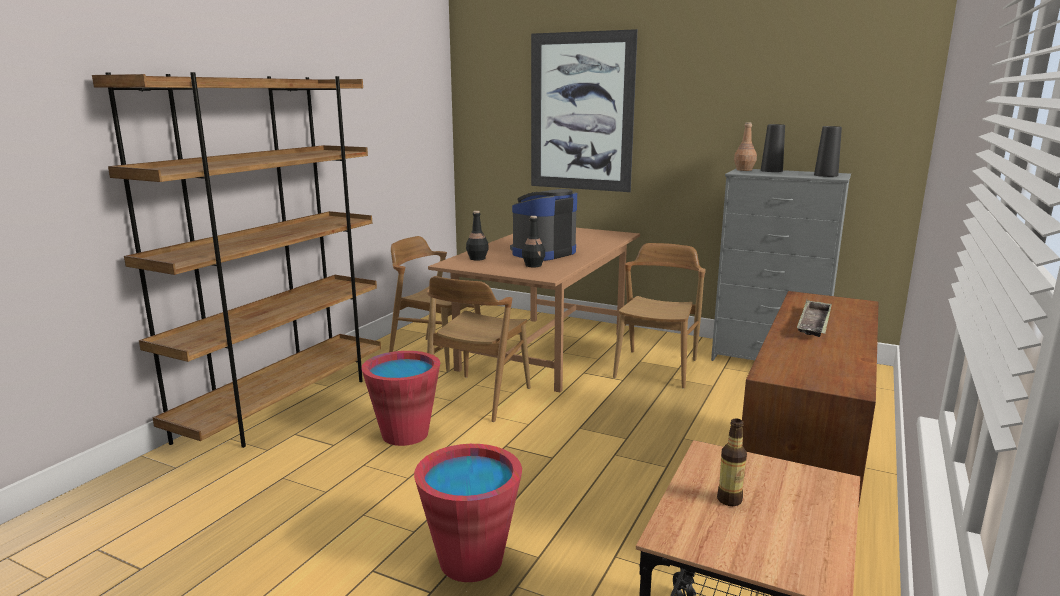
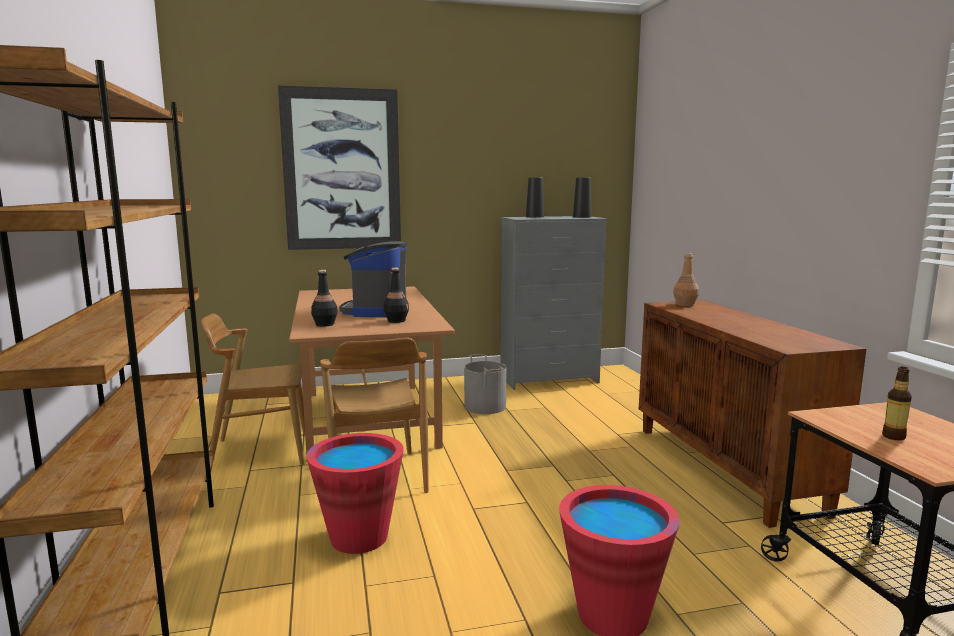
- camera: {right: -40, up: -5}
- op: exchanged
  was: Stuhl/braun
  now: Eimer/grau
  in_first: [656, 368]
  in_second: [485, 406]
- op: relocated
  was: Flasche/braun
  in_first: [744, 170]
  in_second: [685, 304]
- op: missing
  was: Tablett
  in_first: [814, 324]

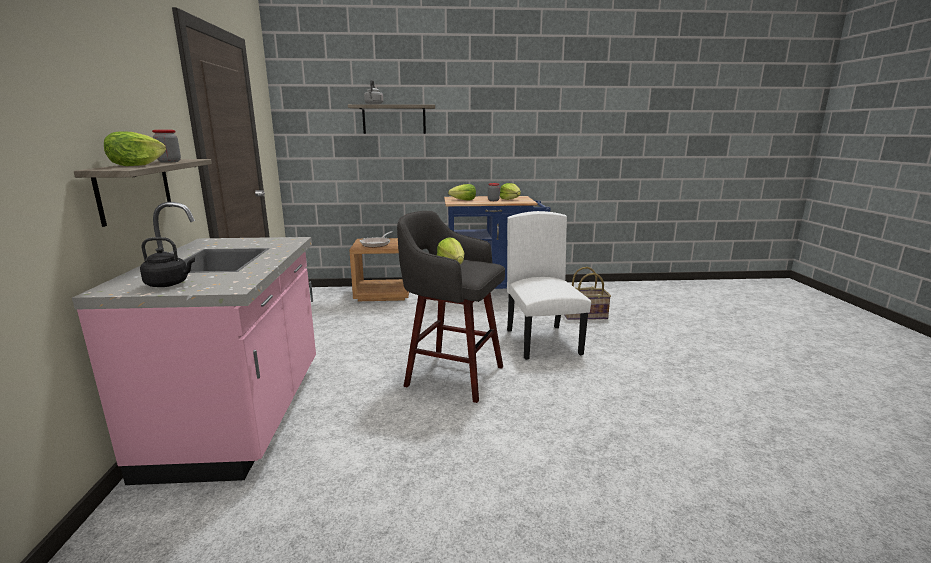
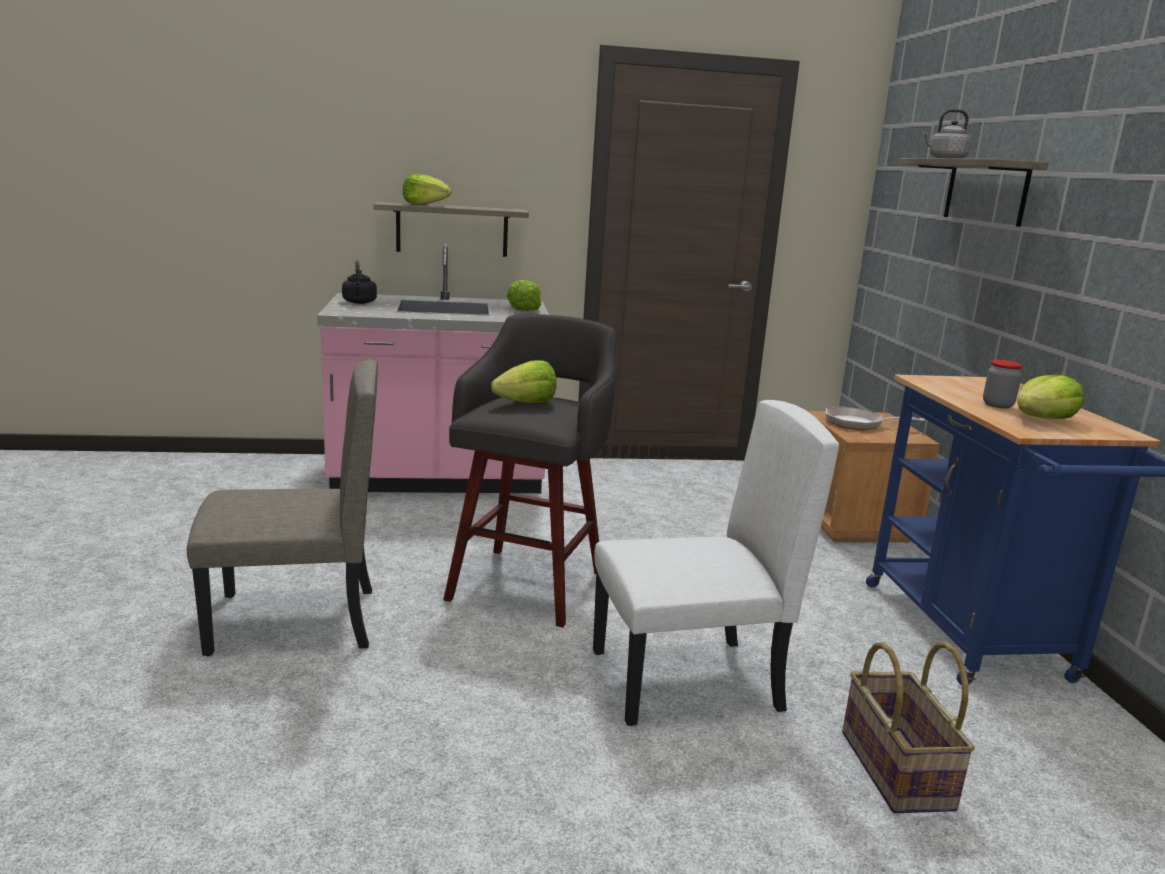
- camera: {right: 85, up: 0}
- op: appeared
  now: Stuhl/beige
  in_second: [294, 621]
- op: relocated
  was: Salatkopf
  in_first: [463, 200]
  in_second: [522, 309]
- op: missing
  was: Vorratsglas
  in_first: [169, 162]

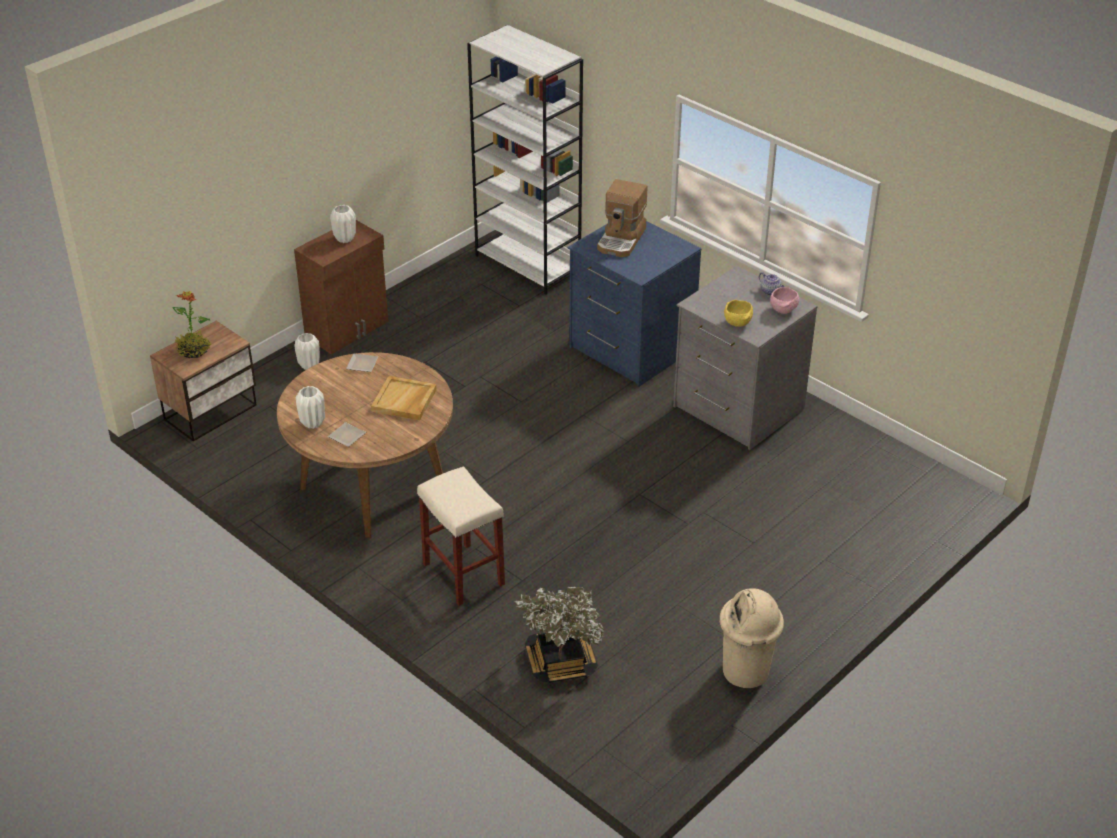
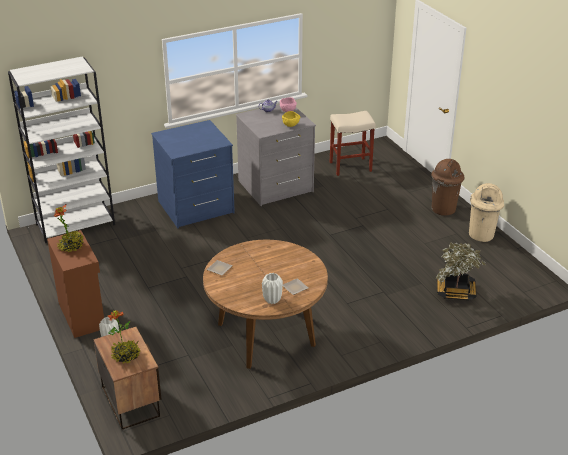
- camera: {right: -70, up: -5}
- op: exchanged
  was: Vase/weiß
  now: Topfpflanze
  in_first: [345, 239]
  in_second: [71, 246]
- op: relocated
  was: Hocker/beige
  in_first: [462, 574]
  in_second: [350, 167]
- op: appeared
  now: Mülleimer/braun
  in_second: [443, 209]
- op: missing
  was: Tablett/beige
  in_first: [404, 400]
- op: missing
  was: Kaffeemaschine
  in_first: [622, 239]

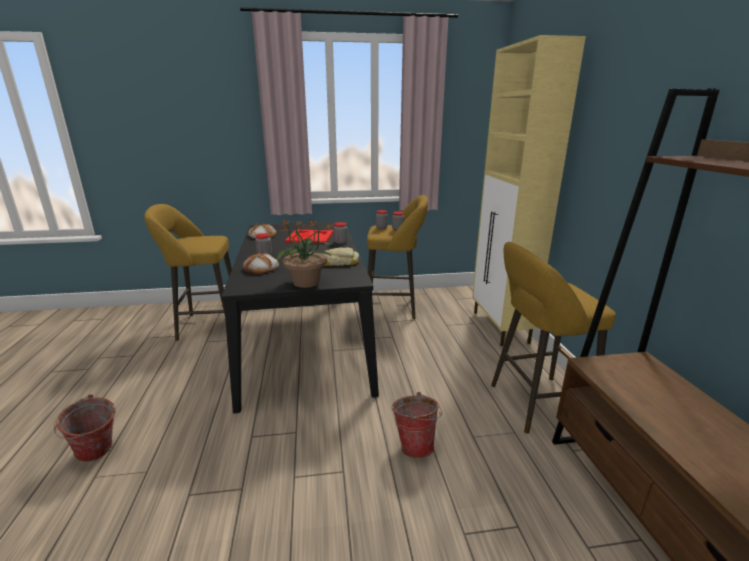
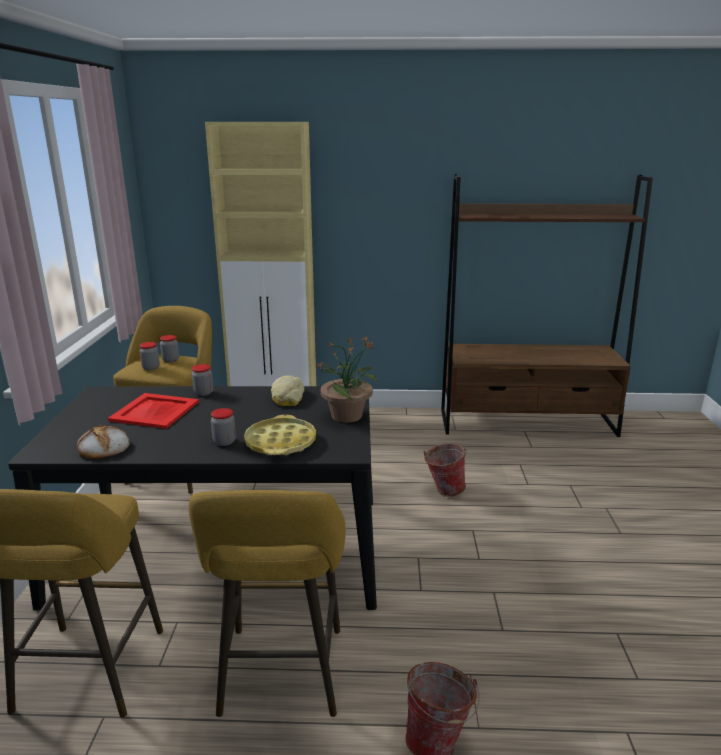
- camera: {right: -80, up: 0}
- op: relocated
  was: Hocker/gelb
  in_first: [534, 404]
  in_second: [281, 677]
- op: exchanged
  was: Brot
  now: Tablett/gelb
  in_first: [261, 268]
  in_second: [280, 442]

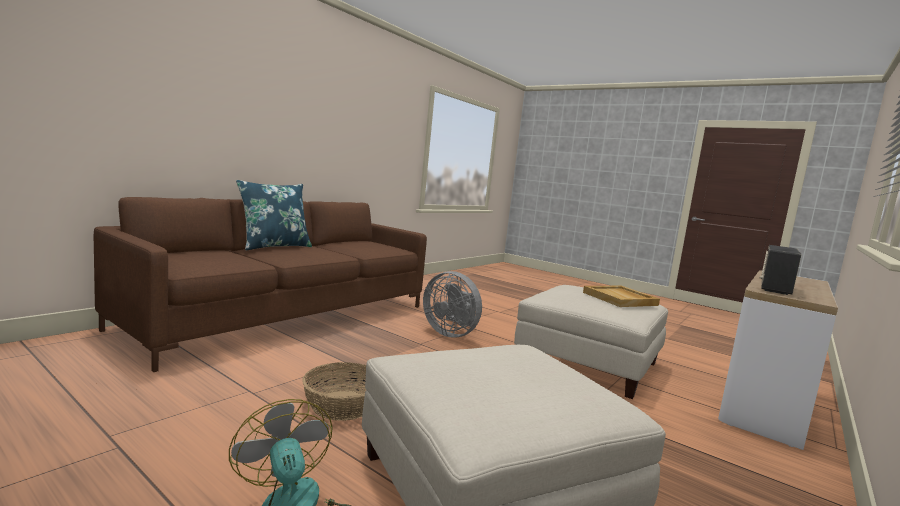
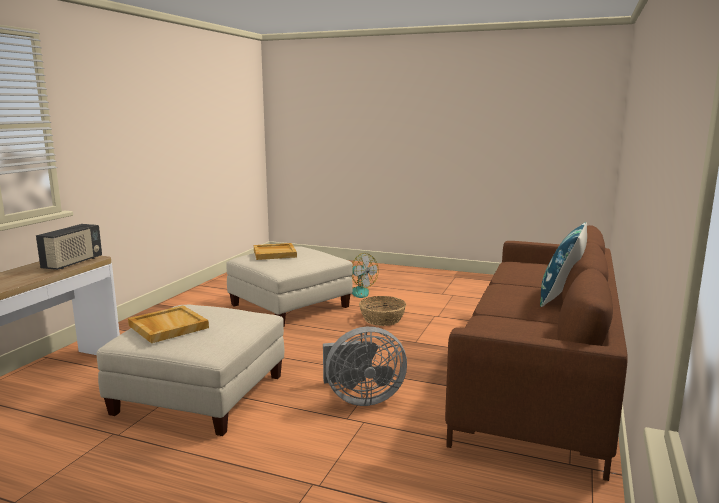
- camera: {right: 165, up: 5}
- op: appeared
  now: Tablett/beige
  in_second: [275, 253]
- op: spun
  was: Ventilator/grau
  in_first: [451, 333]
  in_second: [361, 398]
  clockwise: 150

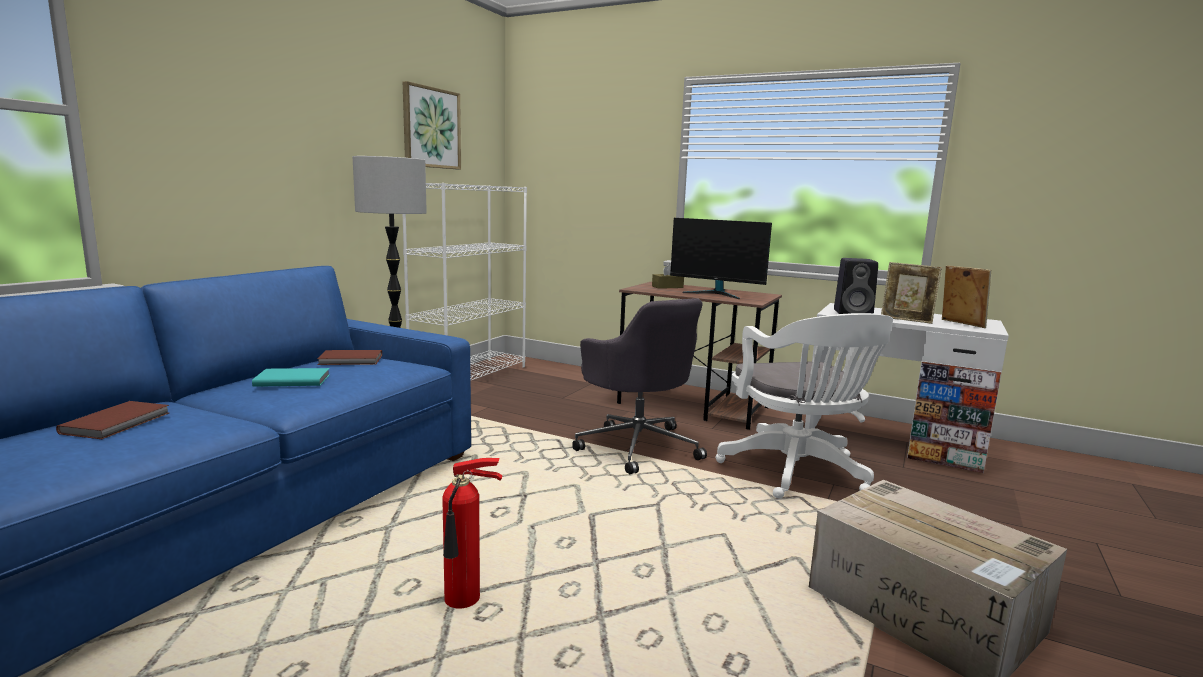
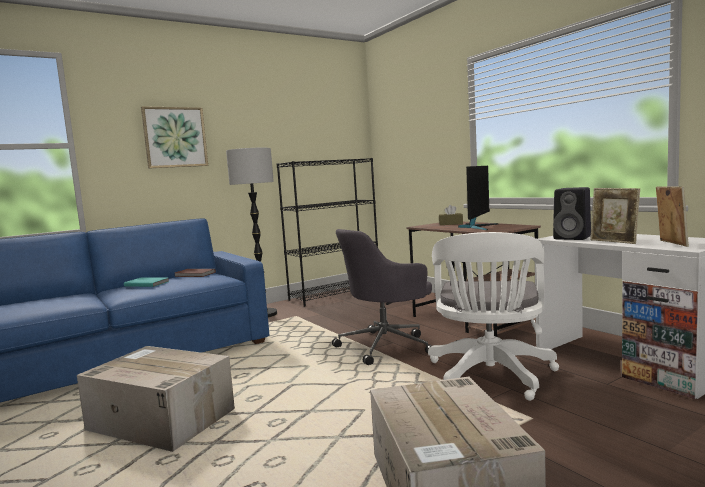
- camera: {right: 30, up: -5}
- op: exchanged
  was: Feuerlöscher
  now: Karton
  in_first: [464, 602]
  in_second: [160, 420]
- op: relocated
  was: Bild
  in_first: [431, 128]
  in_second: [175, 137]
- op: colour
  was: Bücherregal/weiß
  now: Bücherregal/schwarz
  in_first: [470, 376]
  in_second: [335, 294]
- op: spun
  was: Bürostuhl/grau
  in_first: [637, 446]
  in_second: [386, 346]
  clockwise: 60
- op: spun
  was: Monitor
  in_first: [716, 294]
  in_second: [477, 227]
  clockwise: -120
- op: missing
  was: Buch/braun
  in_first: [119, 422]

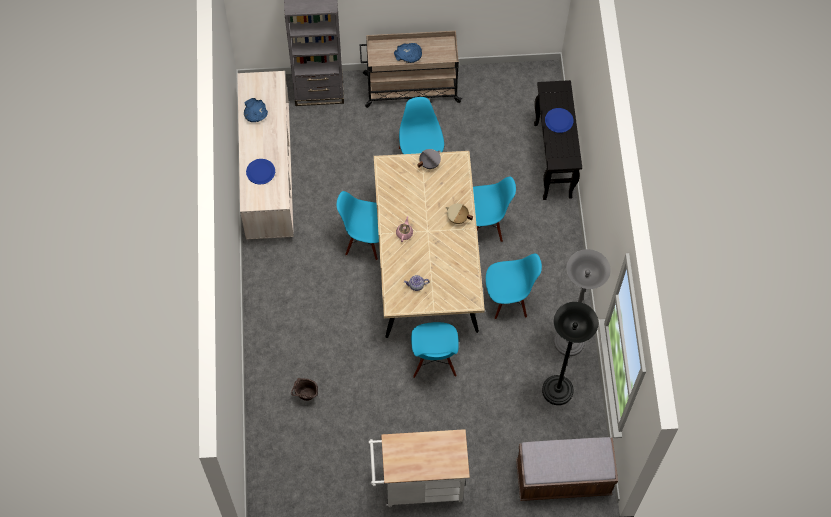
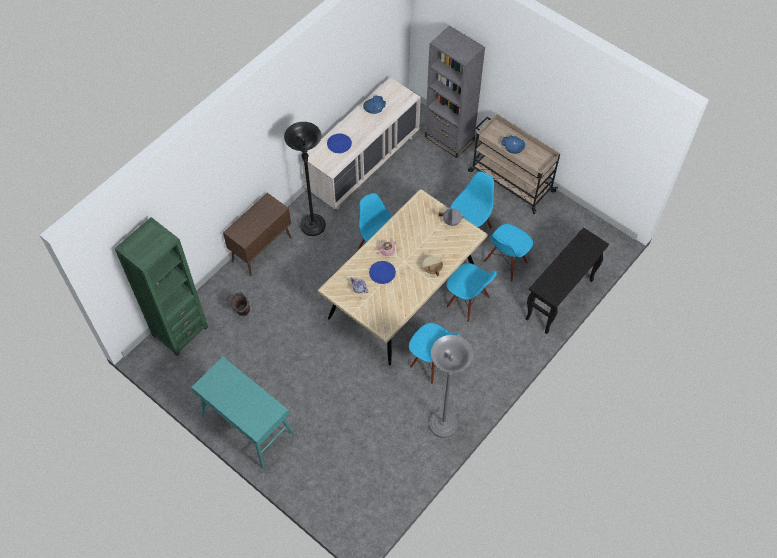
- camera: {right: 45, up: -5}
- op: appeared
  now: Bücherregal/grün
  in_second: [180, 331]
- op: exchanged
  was: Rollwagen/weiß
  now: Konsolentisch/türkis
  in_first: [417, 484]
  in_second: [247, 425]
- op: appeared
  now: Schrank/braun
  in_second: [262, 249]
- op: relocated
  was: Stehlampe/schwarz
  in_first: [557, 391]
  in_second: [313, 226]
- op: relocated
  was: Teller/blau
  in_first: [559, 121]
  in_second: [382, 273]
- op: relocated
  was: Stuhl/blau
  in_first: [434, 362]
  in_second: [505, 263]
- op: missing
  was: Bank/braun
  in_first: [563, 479]

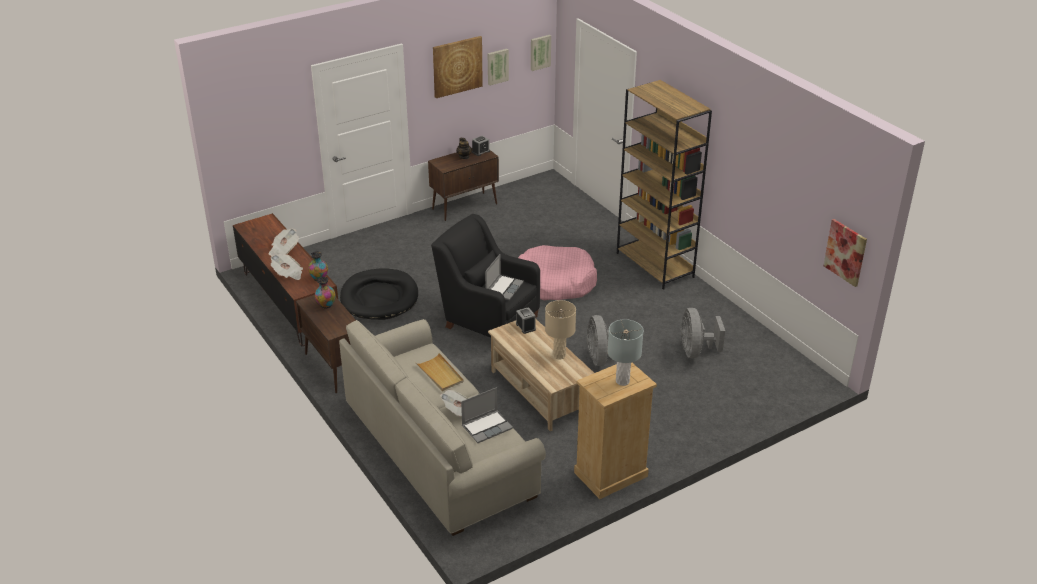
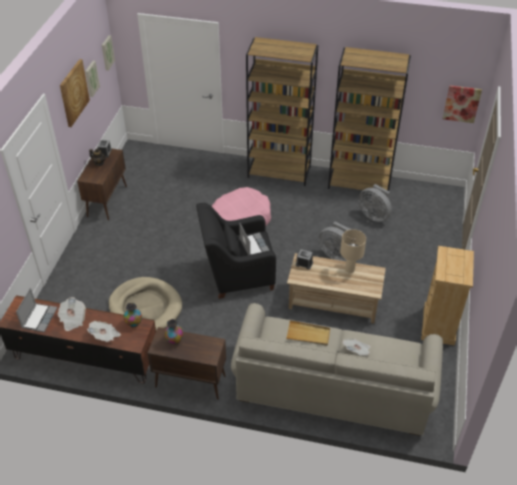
- camera: {right: -45, up: 10}
- op: relocated
  was: Laptop
  in_first: [487, 427]
  in_second: [39, 318]
- op: colour
  was: Hundebett/schwarz
  now: Hundebett/beige
  in_first: [379, 298]
  in_second: [145, 307]
- op: appeared
  now: Bücherregal/braun
  in_second: [360, 183]
- op: missing
  was: Tischlampe/grau
  in_first: [622, 381]

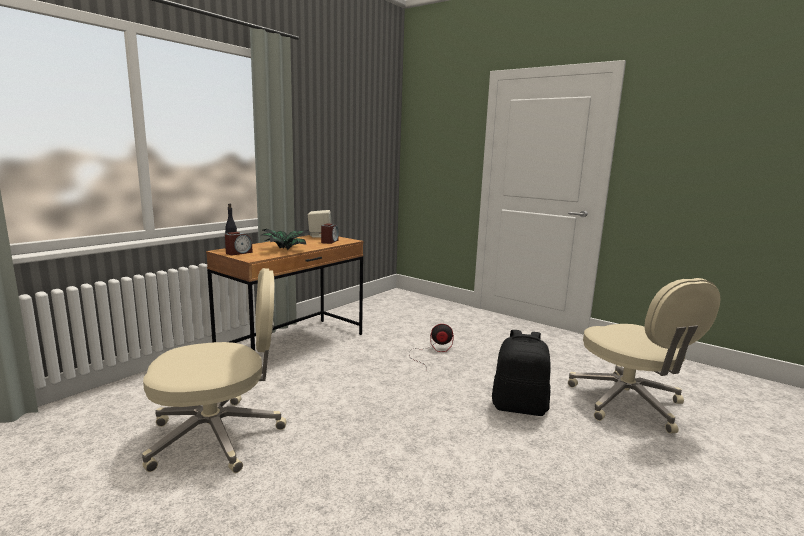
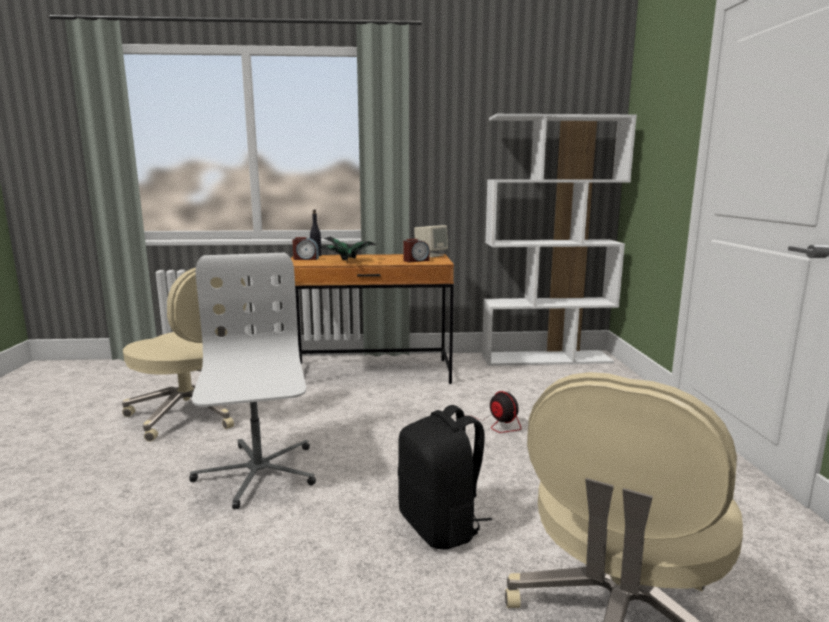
- camera: {right: 50, up: 0}
- op: appeared
  now: Bürostuhl/weiß
  in_second: [257, 473]
- op: appeared
  now: Bücherregal/weiß
  in_second: [546, 358]

